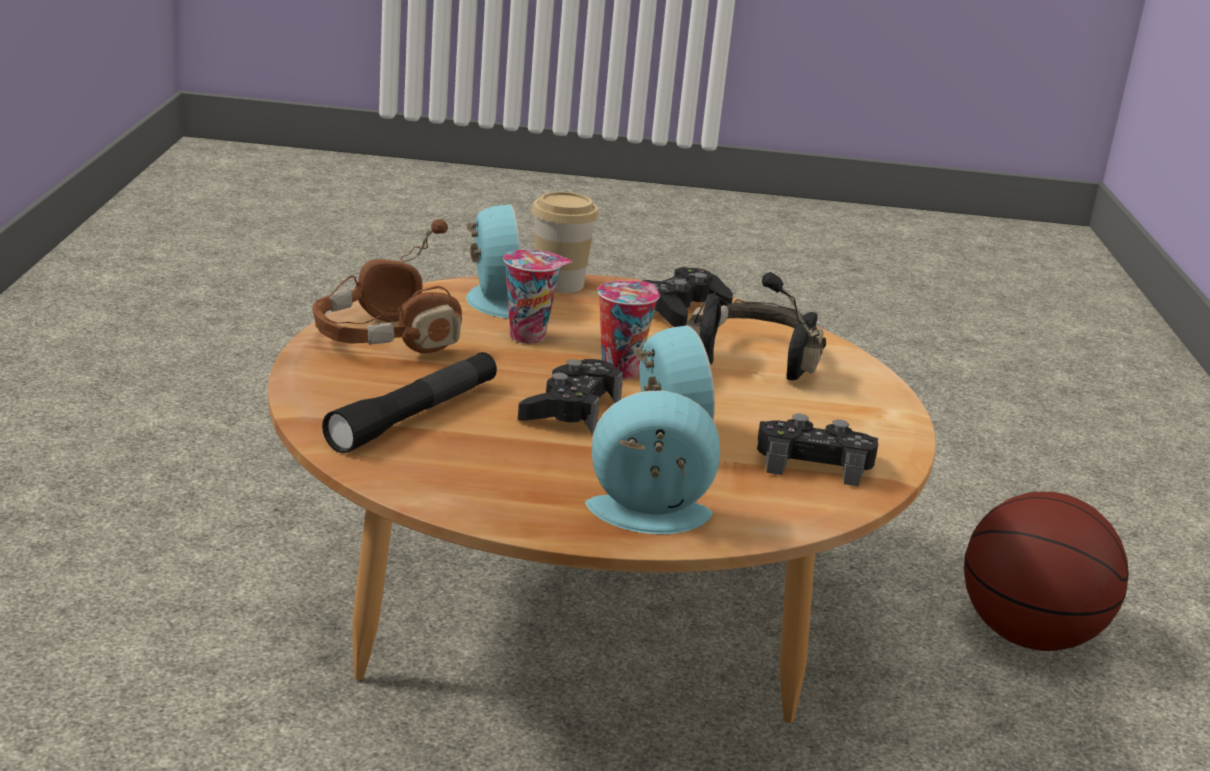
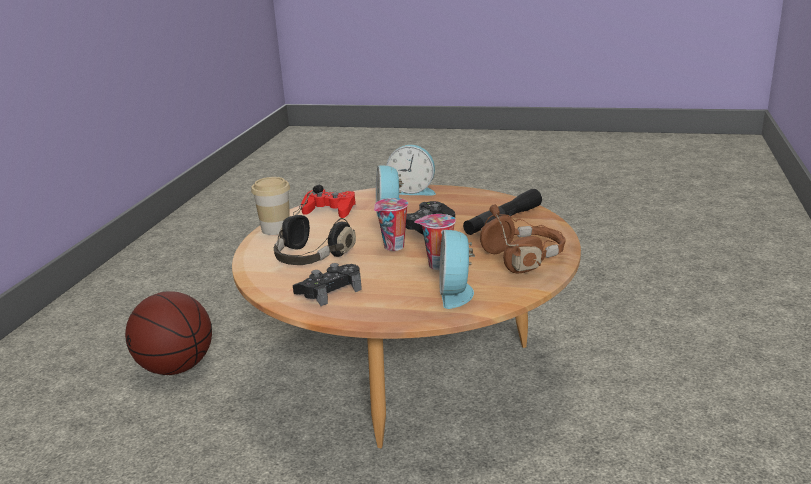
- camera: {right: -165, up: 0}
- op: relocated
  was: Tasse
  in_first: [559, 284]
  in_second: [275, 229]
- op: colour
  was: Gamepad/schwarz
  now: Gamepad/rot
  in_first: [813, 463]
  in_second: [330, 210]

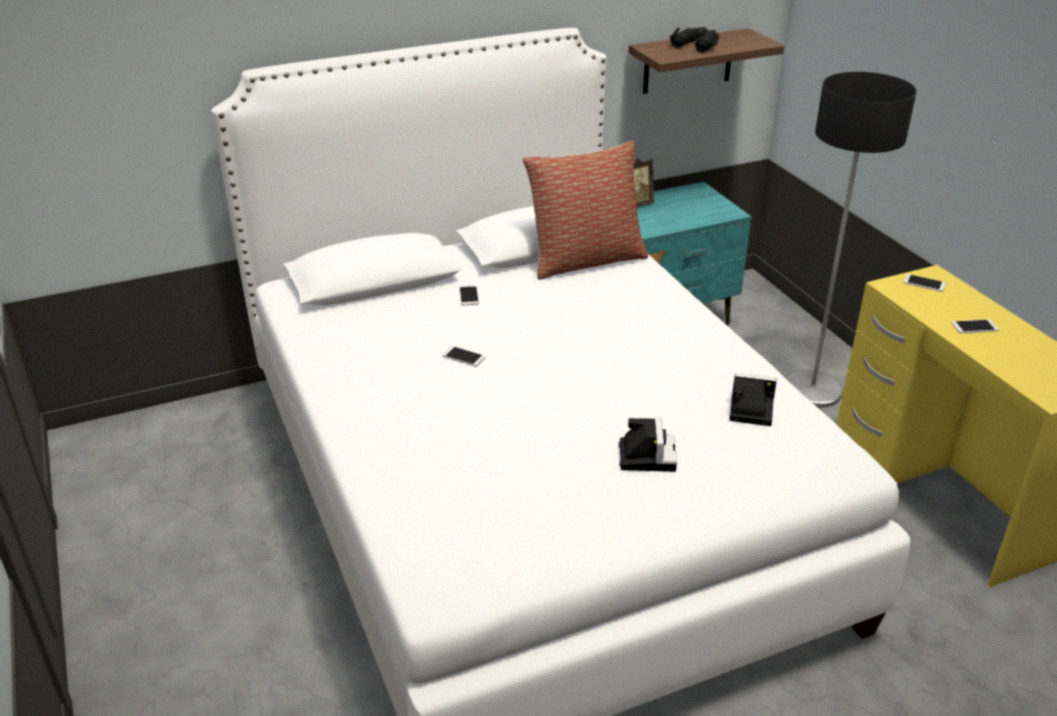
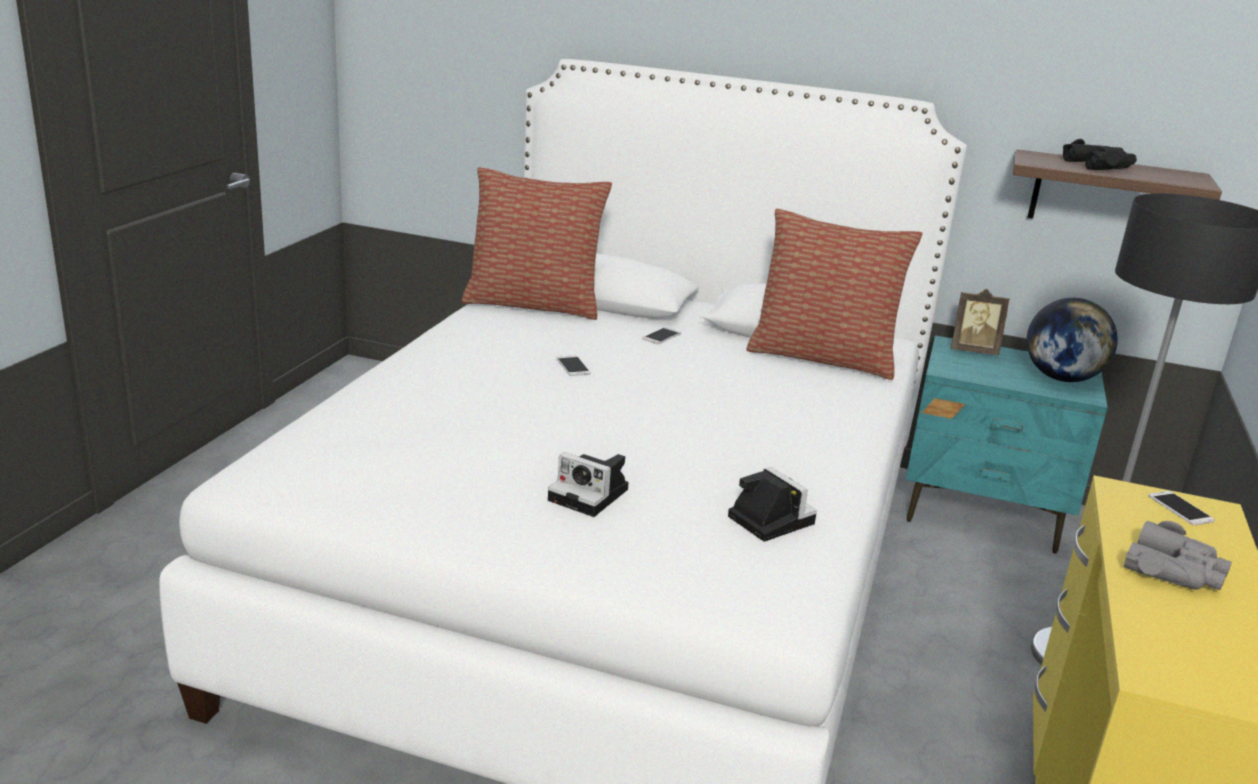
- camera: {right: 40, up: -10}
- op: appeared
  now: Kissen
  in_second: [534, 304]
- op: spun
  was: Kamera
  in_first: [646, 455]
  in_second: [591, 495]
  clockwise: 75
- op: appeared
  now: Globus
  in_second: [1061, 378]
- op: exchanged
  was: Handy
  now: Fernglas/grau
  in_first: [974, 327]
  in_second: [1174, 570]

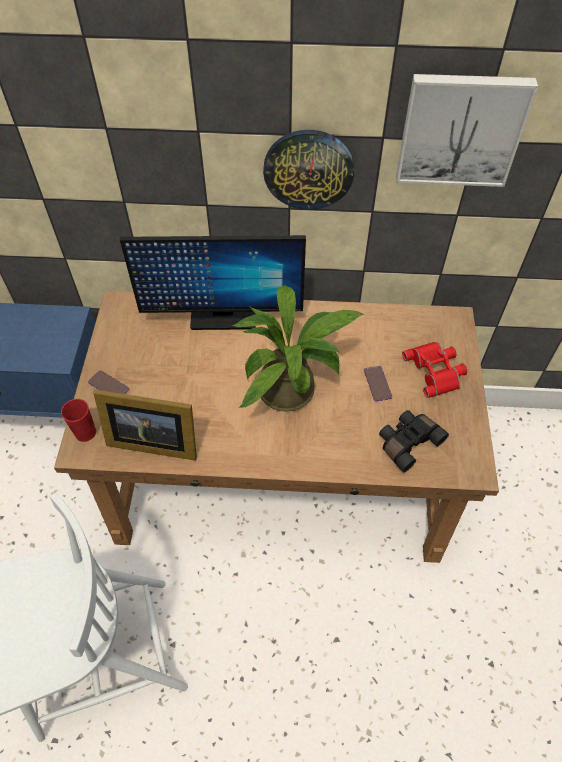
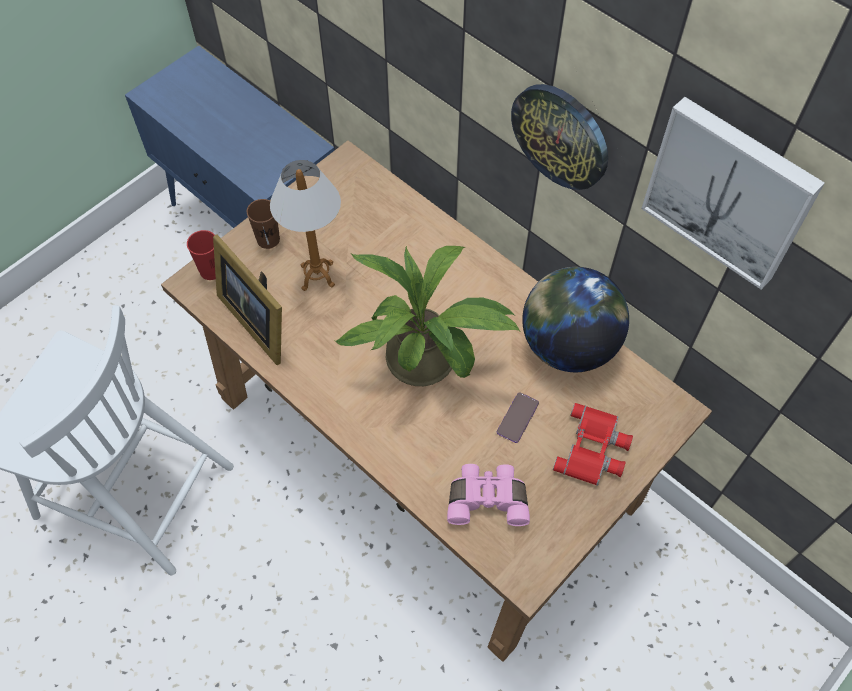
- camera: {right: 40, up: 5}
- op: exchanged
  was: Handy
  now: Tasse/braun
  in_first: [108, 386]
  in_second: [268, 239]
- op: appeared
  now: Tischlampe
  in_second: [317, 276]
- op: colour
  was: Fernglas/schwarz
  now: Fernglas/rosa
  in_first: [407, 442]
  in_second: [487, 498]
- op: appeared
  now: Globus
  in_second: [567, 345]
- op: missing
  was: Monitor
  in_first: [223, 316]

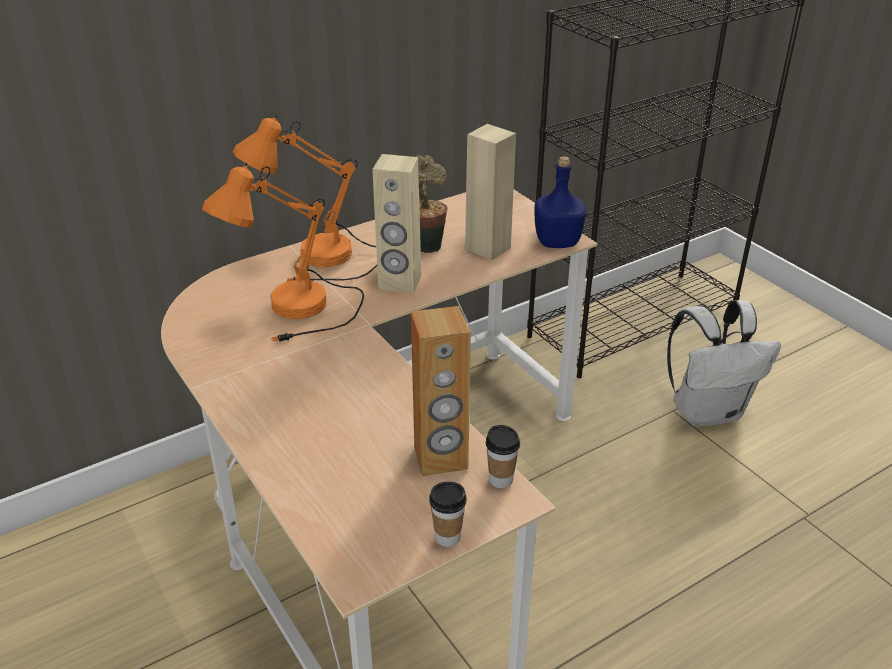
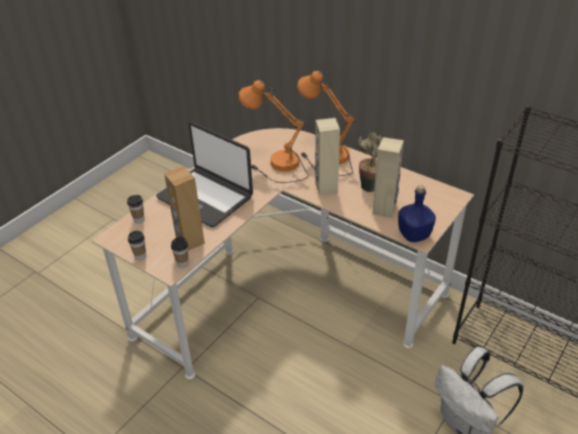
- camera: {right: 70, up: 5}
- op: appeared
  now: Tasse
  in_second: [139, 219]
- op: appeared
  now: Laptop
  in_second: [205, 197]

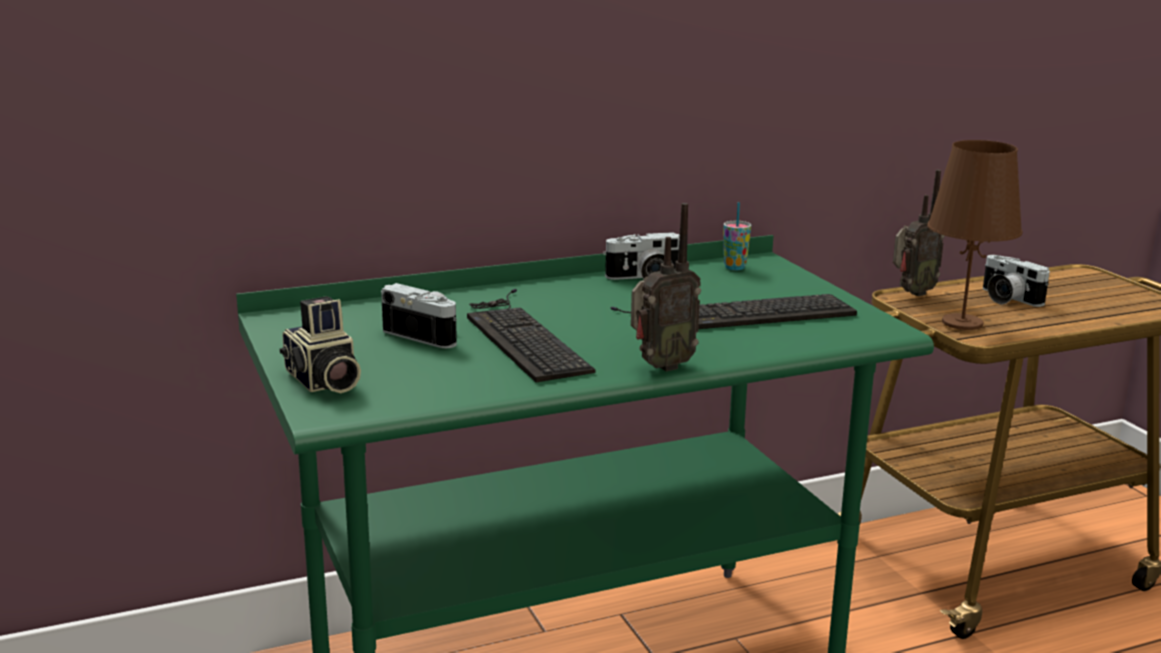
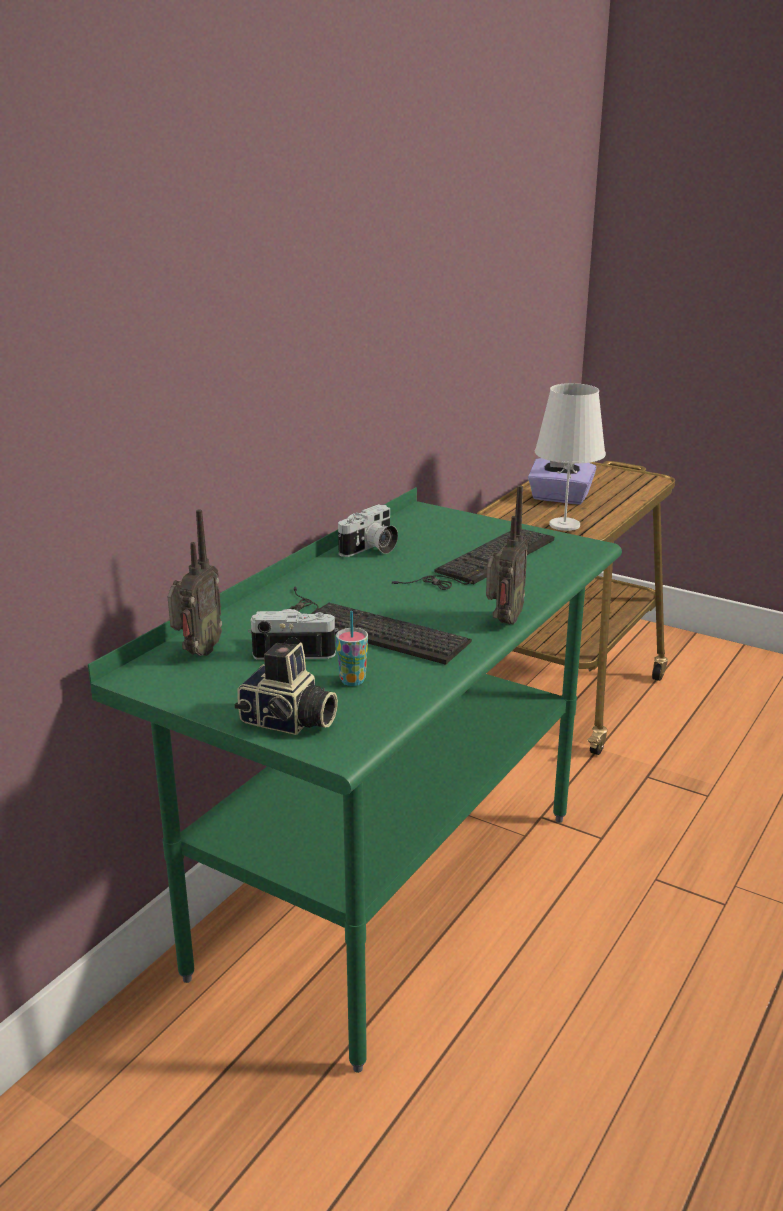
- camera: {right: -35, up: 5}
- op: relocated
  was: Radio
  in_first: [911, 293]
  in_second: [197, 653]
- op: relocated
  was: Tasse
  in_first: [734, 267]
  in_second: [352, 681]
- op: exchanged
  was: Kamera
  now: Taschentuchbox/lila
  in_first: [1006, 299]
  in_second: [560, 498]
- op: colour
  was: Tischlampe/braun
  now: Tischlampe/weiß
  in_first: [961, 323]
  in_second: [564, 525]

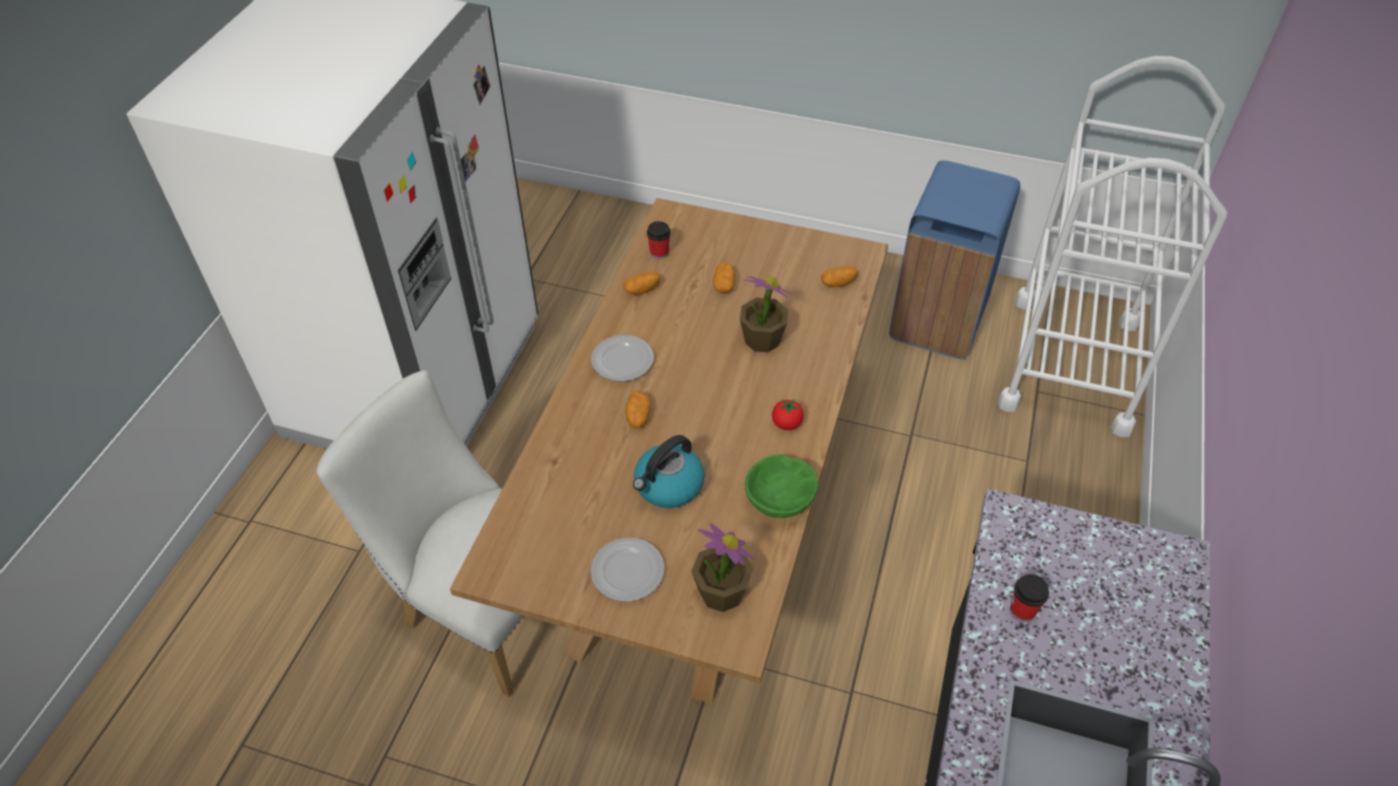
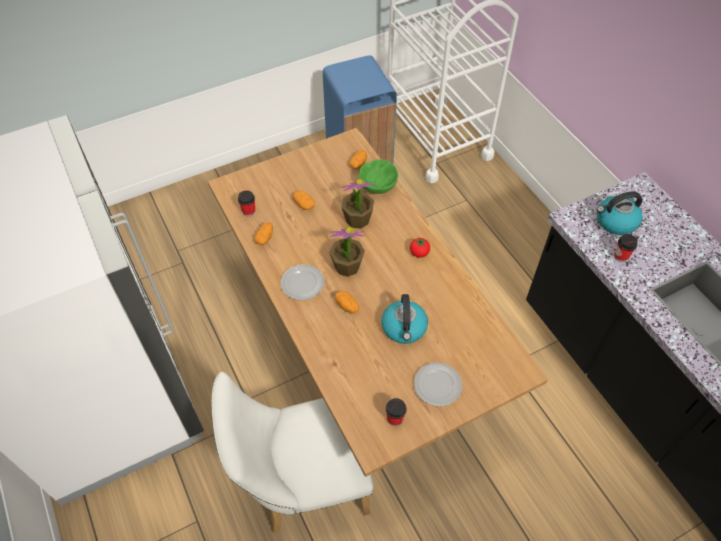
- camera: {right: -45, up: 5}
- op: relocated
  was: Topfpflanze
  in_first: [721, 592]
  in_second: [347, 266]
- op: relocated
  was: Schüssel/grün
  in_first: [779, 501]
  in_second: [377, 186]
- op: appeared
  now: Tasse
  in_second: [395, 419]
- op: appeared
  now: Wasserkessel
  in_second: [615, 222]

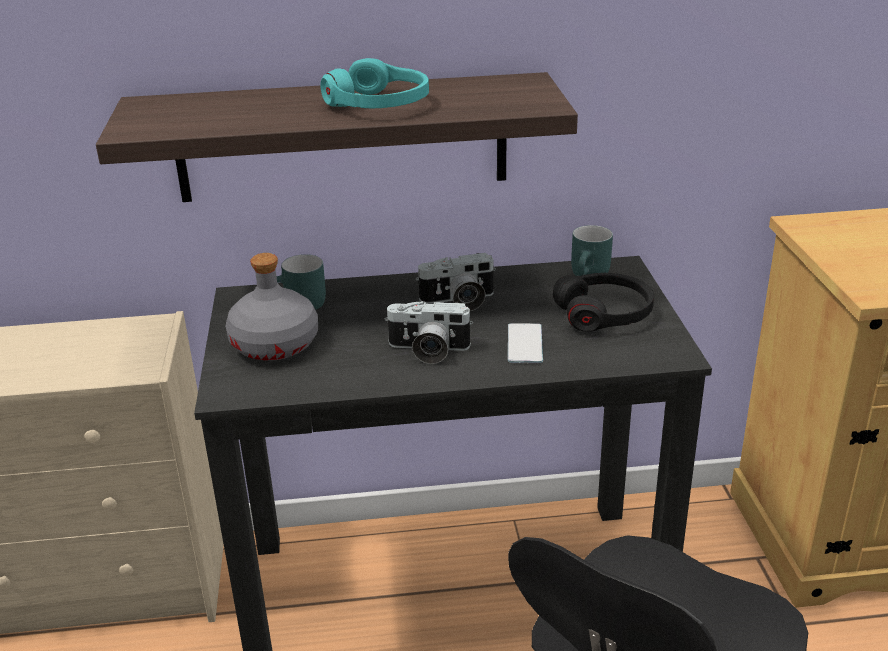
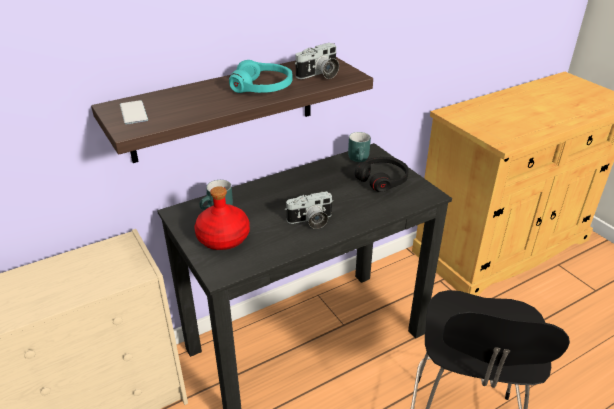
- camera: {right: -25, up: 5}
- op: relocated
  was: Handy
  in_first: [525, 344]
  in_second: [133, 112]
- op: colour
  was: Flasche/grau
  now: Flasche/rot
  in_first: [275, 345]
  in_second: [223, 238]
- op: relocated
  was: Kamera
  in_first: [458, 301]
  in_second: [319, 75]

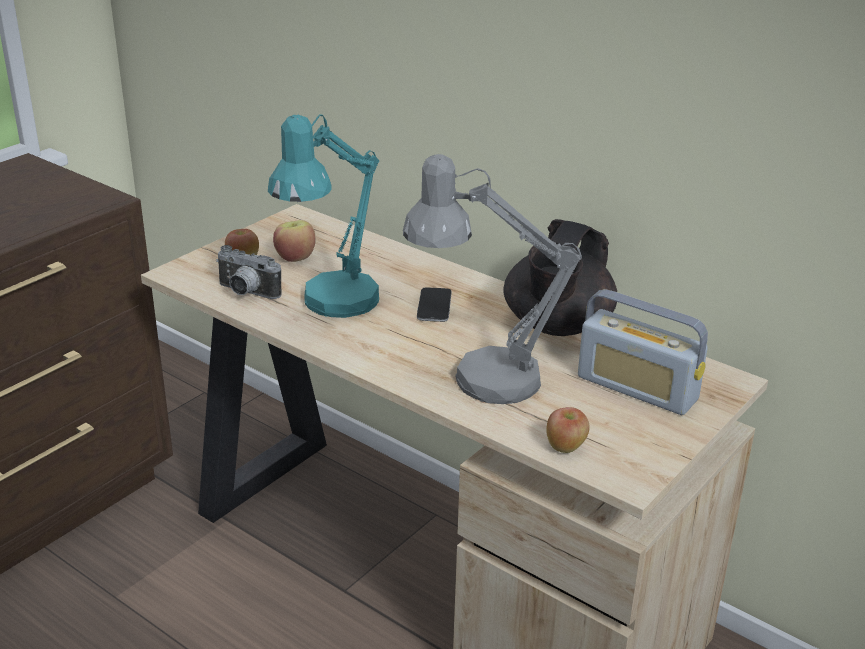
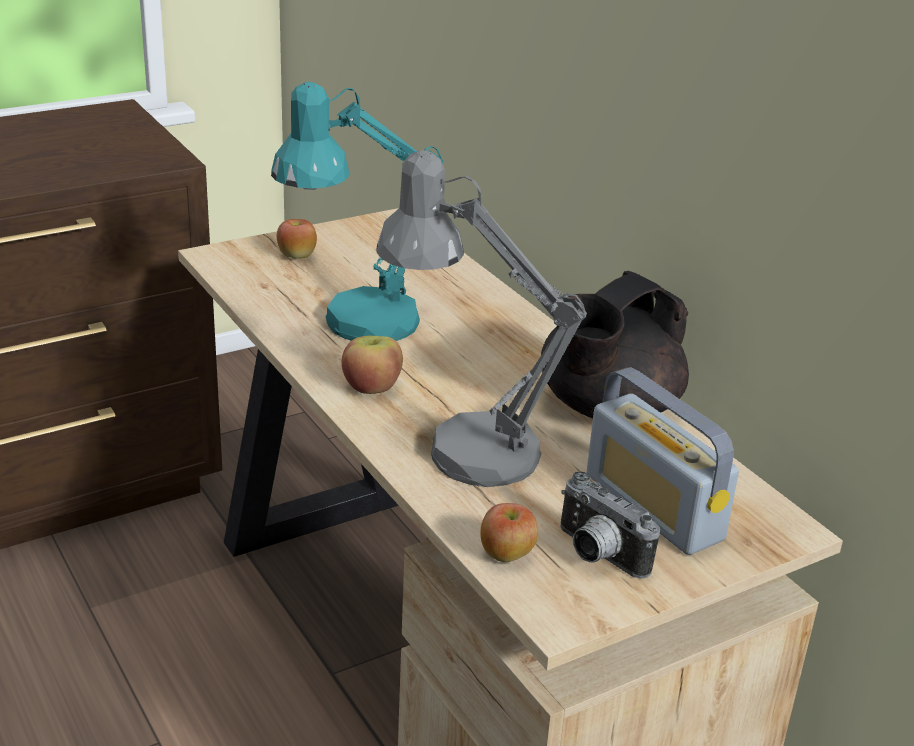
- camera: {right: 20, up: 0}
- op: relocated
  was: Apfel
  in_first: [295, 257]
  in_second: [371, 387]
- op: relocated
  was: Kamera
  in_first: [245, 293]
  in_second: [596, 555]
- op: missing
  was: Handy
  in_first: [434, 306]

